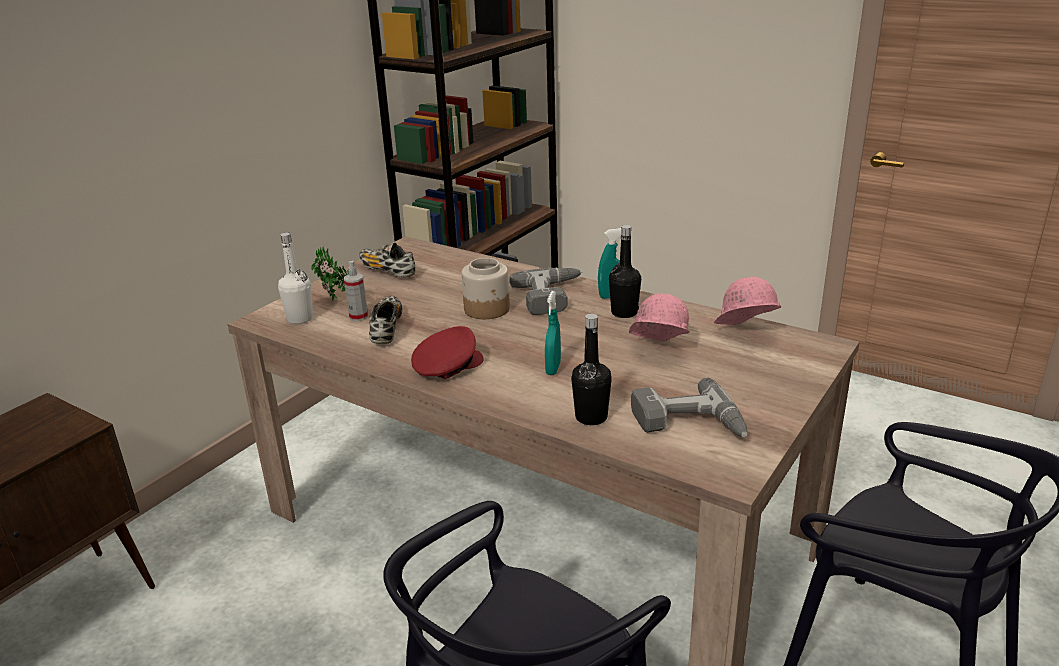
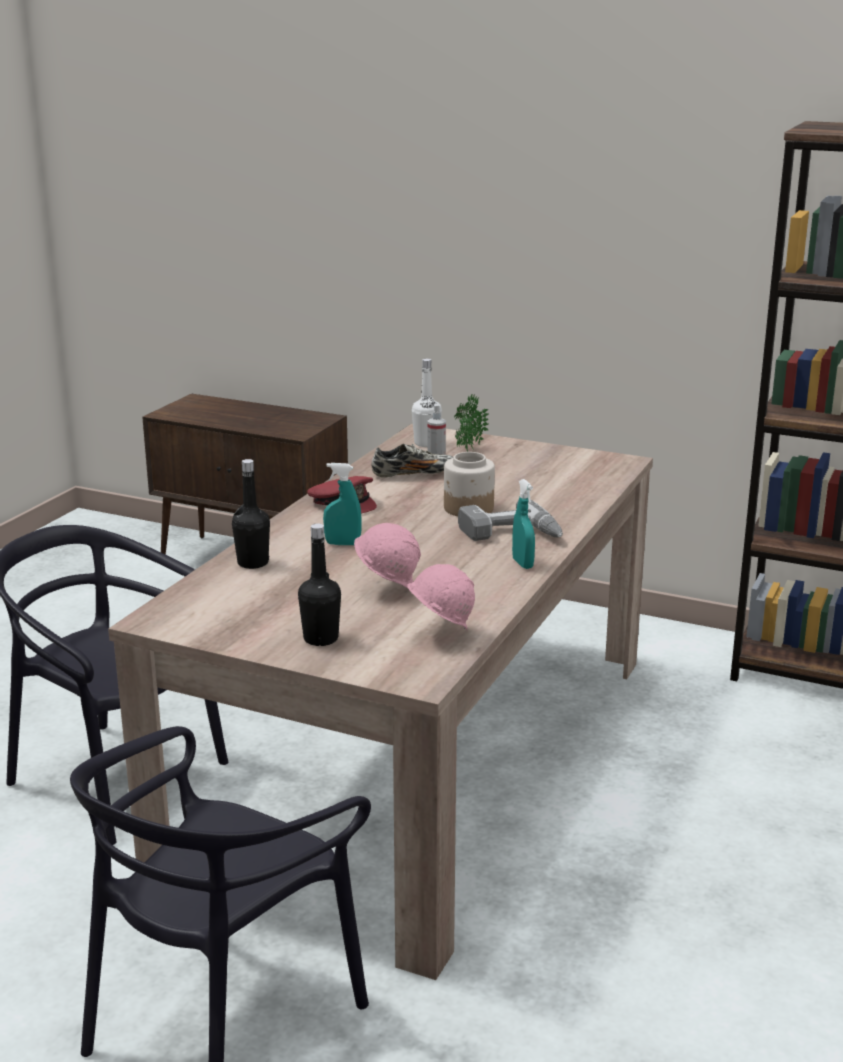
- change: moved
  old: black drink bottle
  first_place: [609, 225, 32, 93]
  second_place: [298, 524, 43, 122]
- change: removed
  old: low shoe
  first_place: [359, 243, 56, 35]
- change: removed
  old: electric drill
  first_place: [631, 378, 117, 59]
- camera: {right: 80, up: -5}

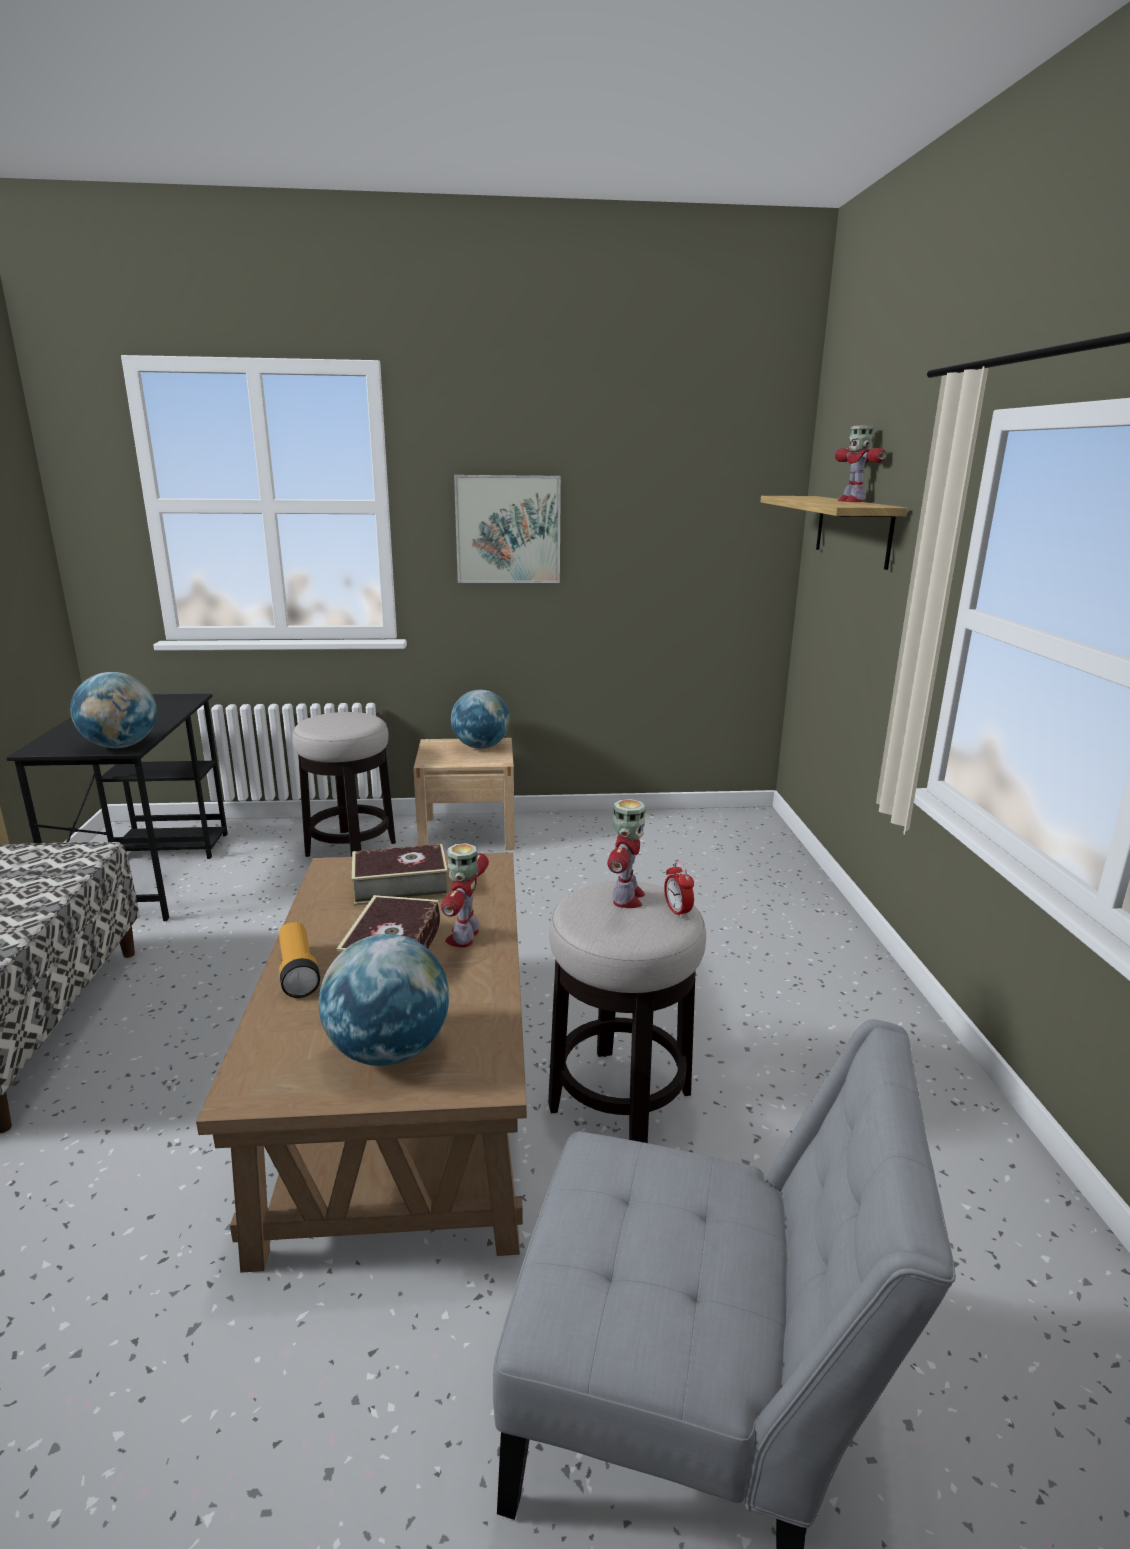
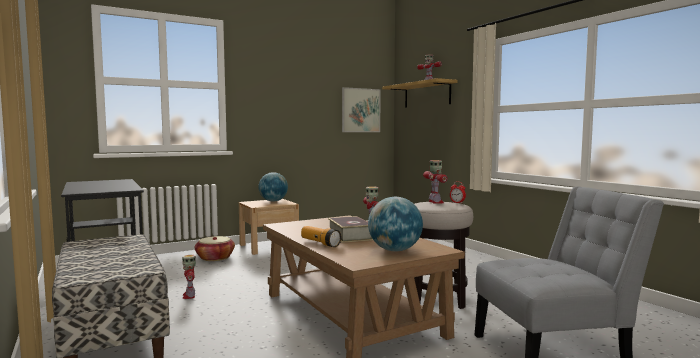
- change: added
  new: robot figure
  second_place: [182, 255, 14, 44]
- change: replaced
  old: sitting stool
  new: storage basket
  first_place: [292, 712, 104, 145]
  second_place: [195, 236, 40, 25]
- change: moved
  old: wall art
  first_place: [454, 475, 107, 108]
  second_place: [342, 87, 39, 45]
- change: removed
  old: desk globe
  first_place: [70, 672, 87, 76]
- change: removed
  old: bound book
  first_place: [352, 844, 96, 62]
- camera: {right: -25, up: -15}

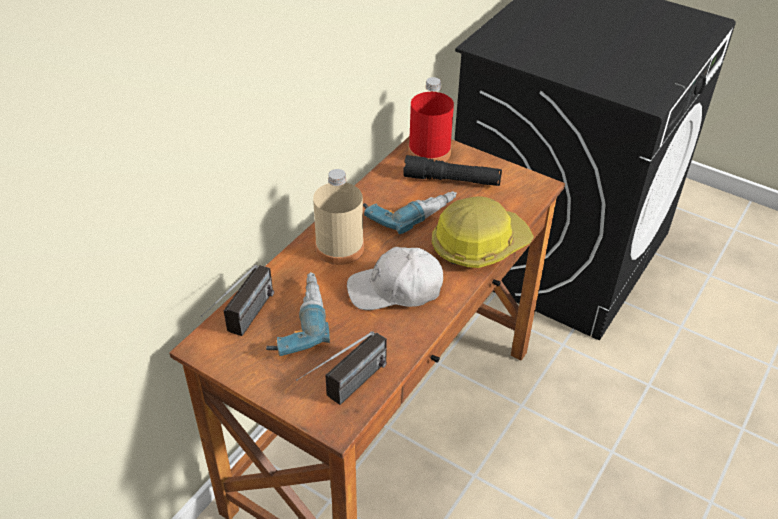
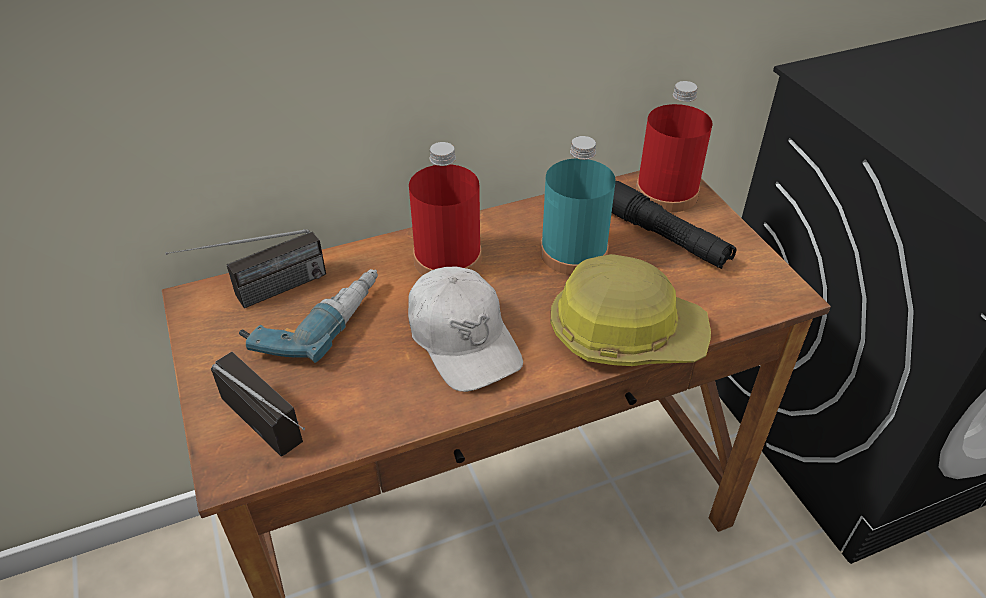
- change: turned
  old: radio receiver
  first_place: [296, 331, 91, 74]
  second_place: [211, 352, 94, 104]
  degrees: -120
- change: turned
  old: white cap
  first_place: [347, 247, 96, 63]
  second_place: [408, 267, 115, 125]
  degrees: -150
- change: recoloured
  old: sand-coloured drink bottle
  new: red-coloured drink bottle
  first_place: [313, 169, 51, 96]
  second_place: [409, 142, 73, 133]
- change: replaced
  old: electric drill
  new: turquoise drink bottle
  first_place: [363, 191, 94, 43]
  second_place: [540, 136, 76, 139]
- camera: {right: 35, up: 0}

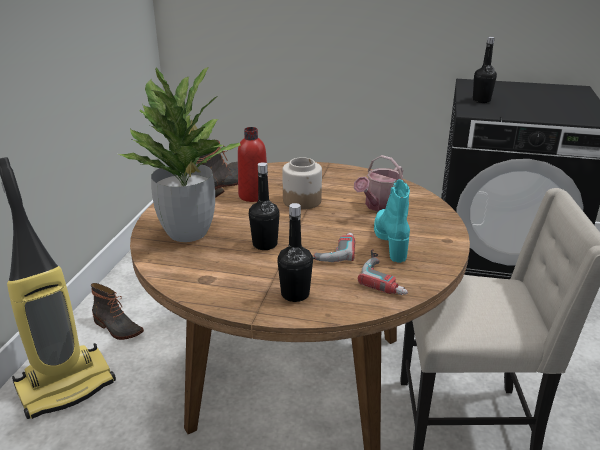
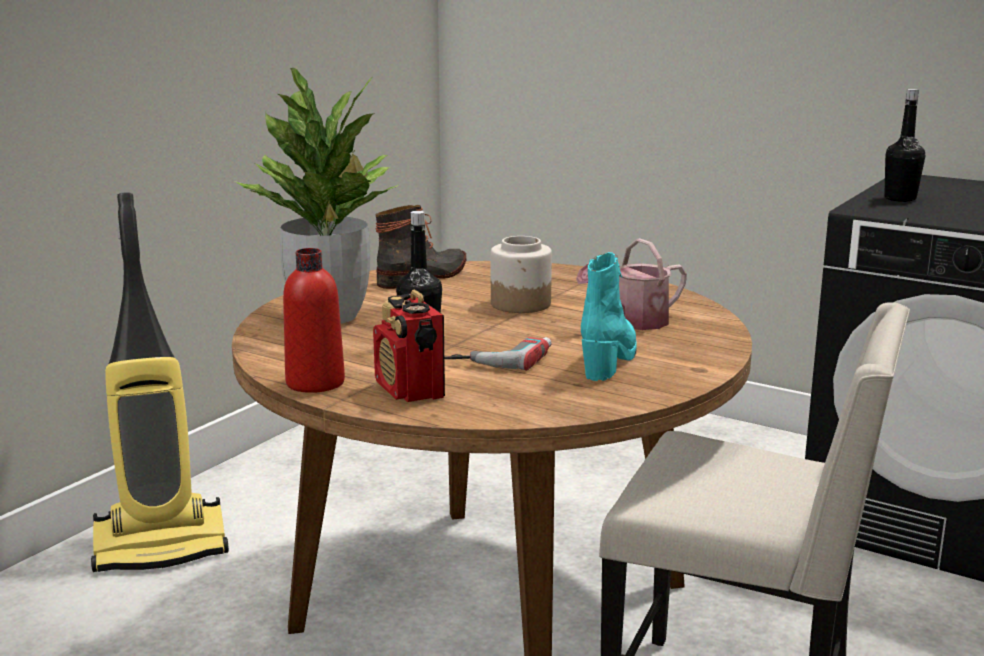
- change: moved
  old: red-coloured drink bottle
  first_place: [238, 127, 31, 75]
  second_place: [283, 248, 62, 145]
- change: replaced
  old: black drink bottle
  new: radio receiver
  first_place: [277, 203, 36, 99]
  second_place: [373, 289, 72, 113]
- change: removed
  old: boot
  first_place: [91, 283, 53, 57]
- change: removed
  old: electric drill
  first_place: [358, 249, 50, 46]
- camera: {right: 20, up: -10}

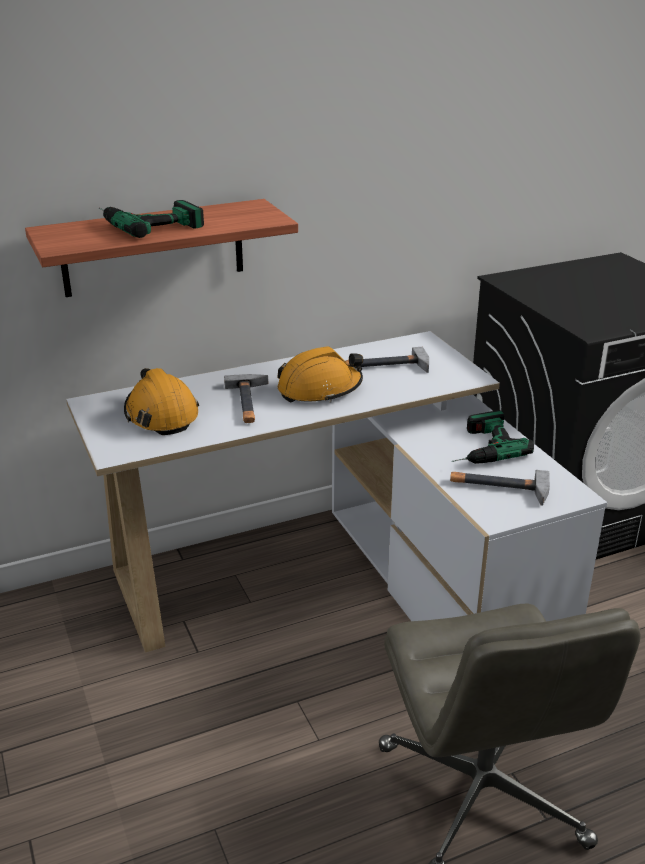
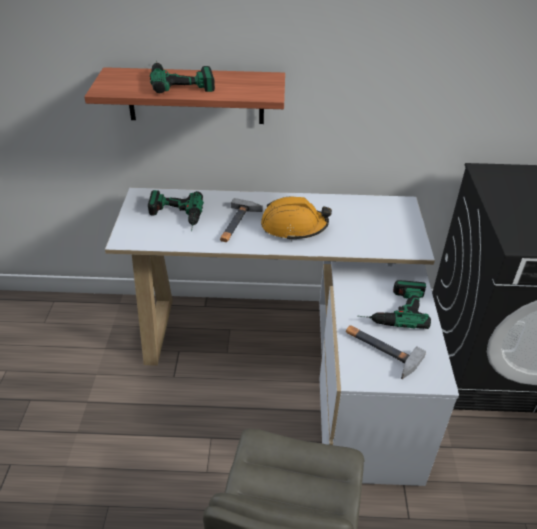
- change: replaced
  old: orange-coloured work helmet
  new: electric drill
  first_place: [124, 368, 75, 67]
  second_place: [148, 190, 56, 42]
- change: removed
  old: hand hammer
  first_place: [345, 347, 84, 26]
- camera: {right: 25, up: 10}

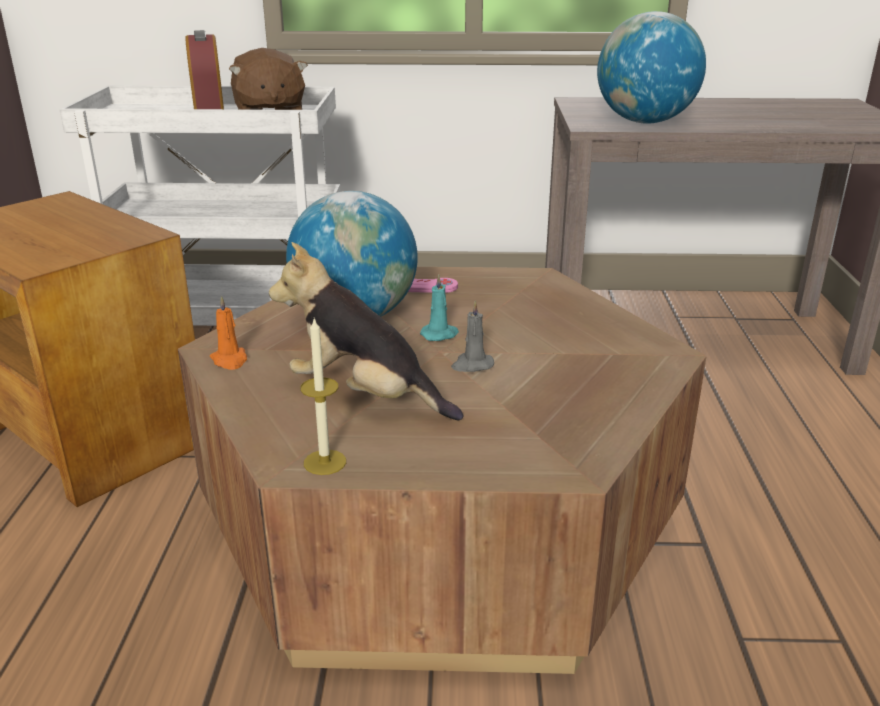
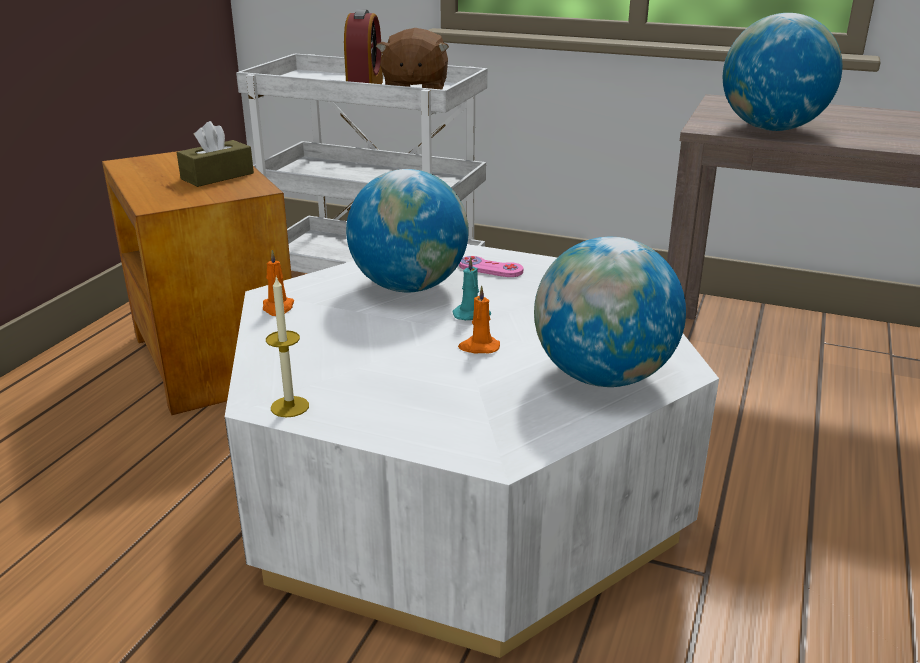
- change: added
  new: brown tissue box
  second_place: [177, 121, 77, 66]
- change: recoloured
  old: brown low table
  new: white low table
  first_place: [178, 267, 529, 407]
  second_place: [225, 244, 494, 414]
- change: recoloured
  old: grey wax candle
  new: orange-coloured wax candle
  first_place: [451, 301, 43, 71]
  second_place: [458, 285, 42, 68]
- change: added
  new: desk globe
  second_place: [534, 237, 152, 150]
- change: removed
  old: cuddly toy
  first_place: [269, 242, 195, 179]
- camera: {right: 20, up: 0}

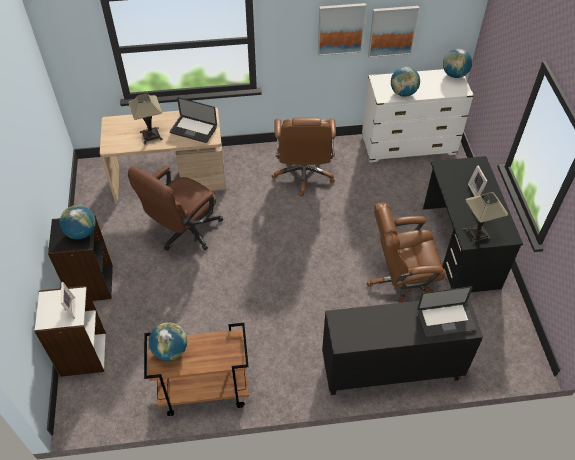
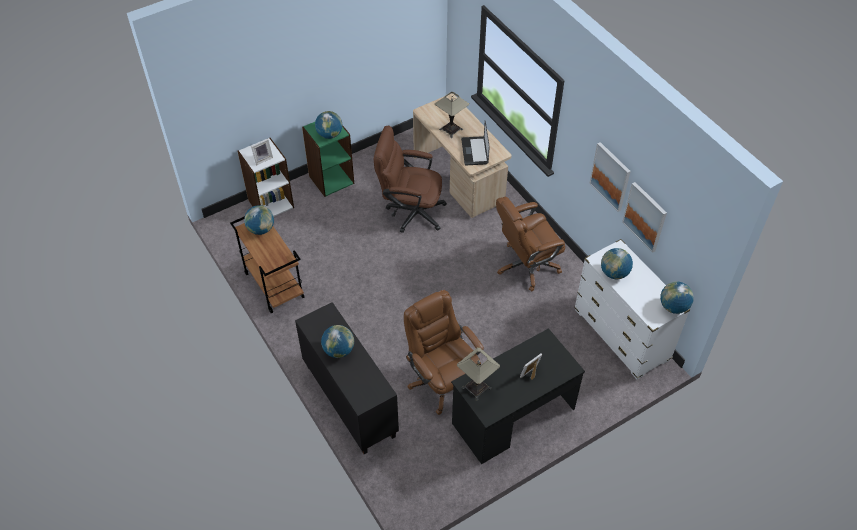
- change: recoloured
  old: black bookshelf
  new: greenish bookshelf
  first_place: [48, 215, 65, 86]
  second_place: [302, 122, 52, 75]
- change: added
  new: desk globe
  second_place: [321, 325, 33, 33]
- change: removed
  old: portable computer
  first_place: [417, 286, 59, 52]
- camera: {right: 65, up: 0}

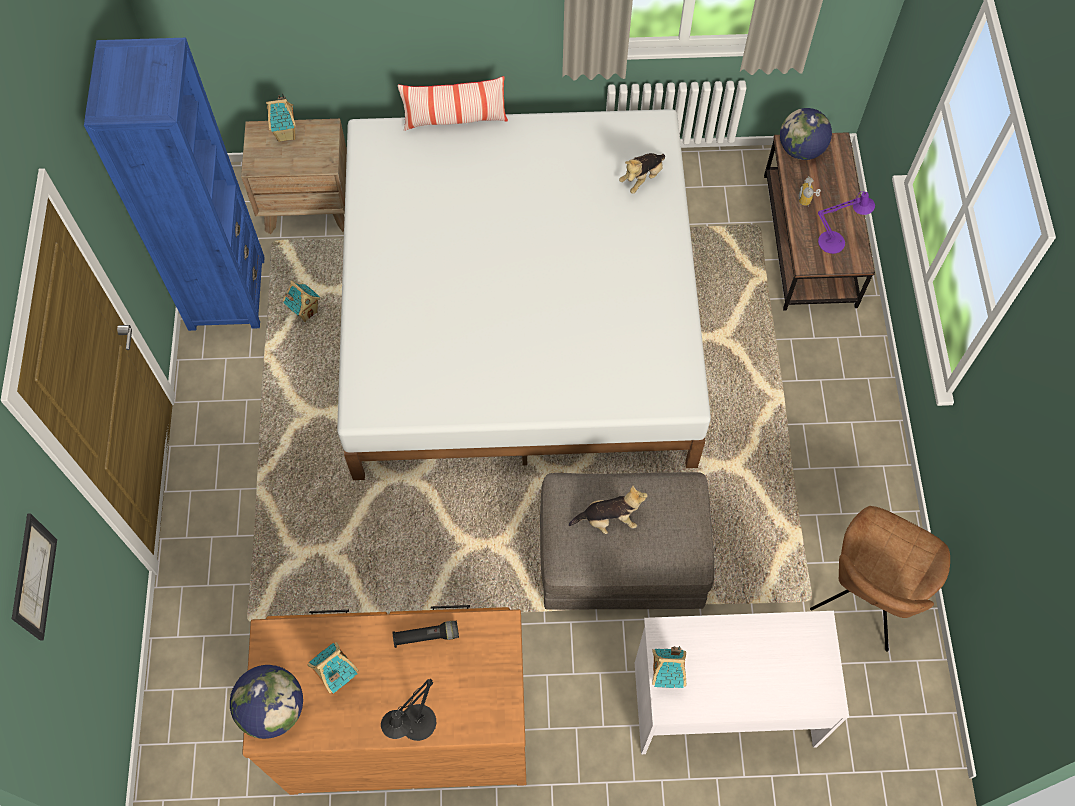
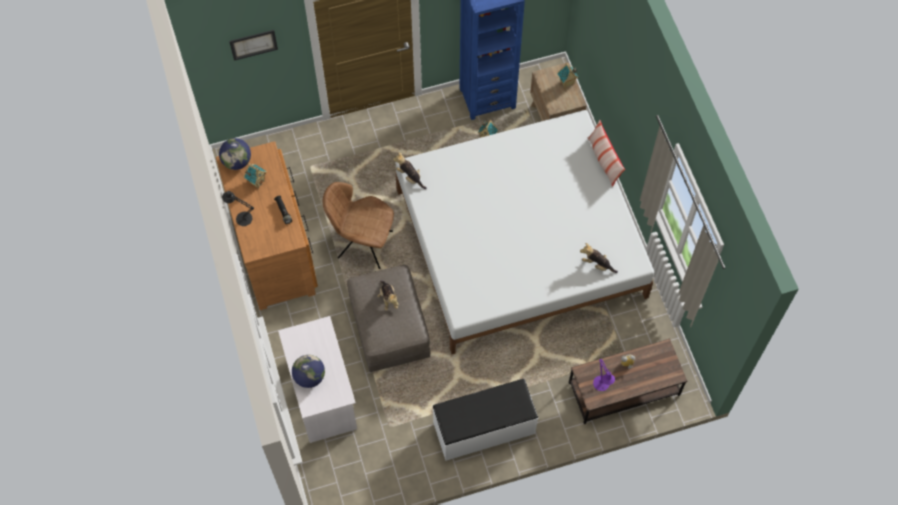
- change: moved
  old: desk globe
  first_place: [780, 108, 52, 52]
  second_place: [292, 355, 33, 33]
- change: moved
  old: brown upright chair
  first_place: [810, 506, 140, 146]
  second_place: [323, 182, 71, 87]
- change: added
  new: cuddly toy
  second_place: [393, 152, 34, 37]
- change: added
  new: white long seat
  second_place: [433, 379, 105, 82]
- change: removed
  old: toy house
  first_place: [652, 646, 34, 42]
- camera: {right: 75, up: 0}

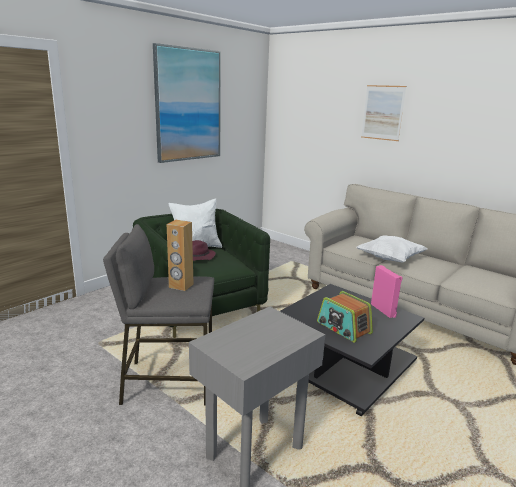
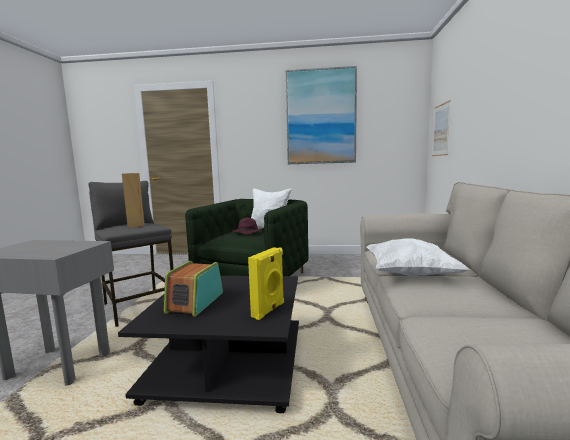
- change: recoloured
  old: pink-coloured speaker
  new: yellow speaker
  first_place: [371, 265, 32, 53]
  second_place: [248, 247, 36, 73]
- change: moved
  old: wall art
  first_place: [361, 85, 45, 56]
  second_place: [432, 100, 19, 56]
- camera: {right: 55, up: -10}

